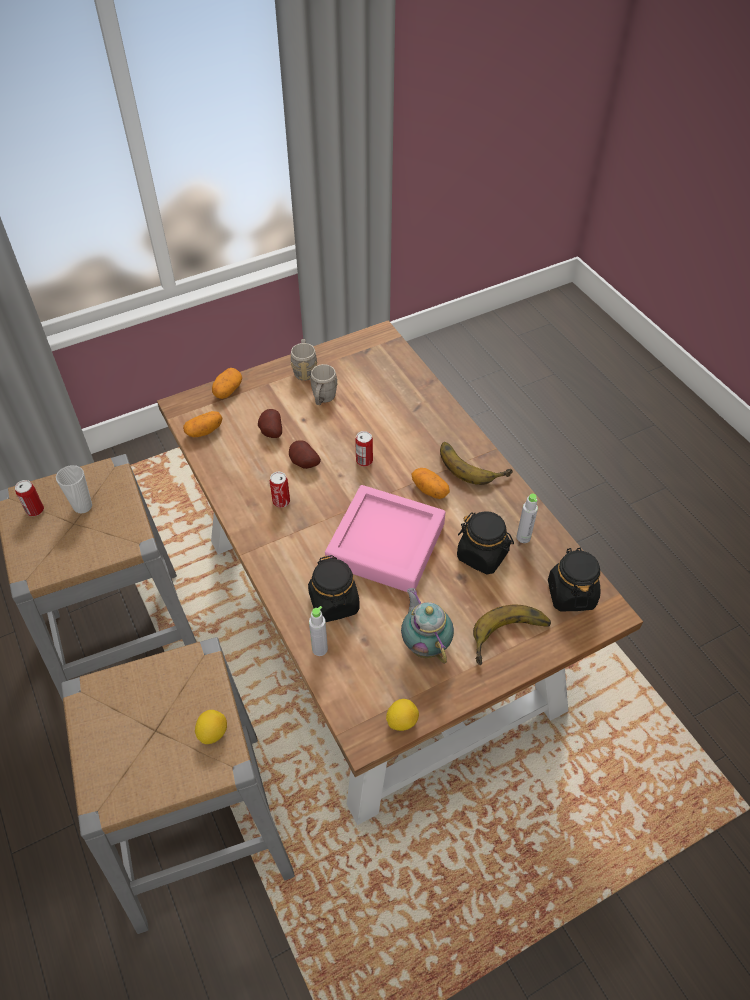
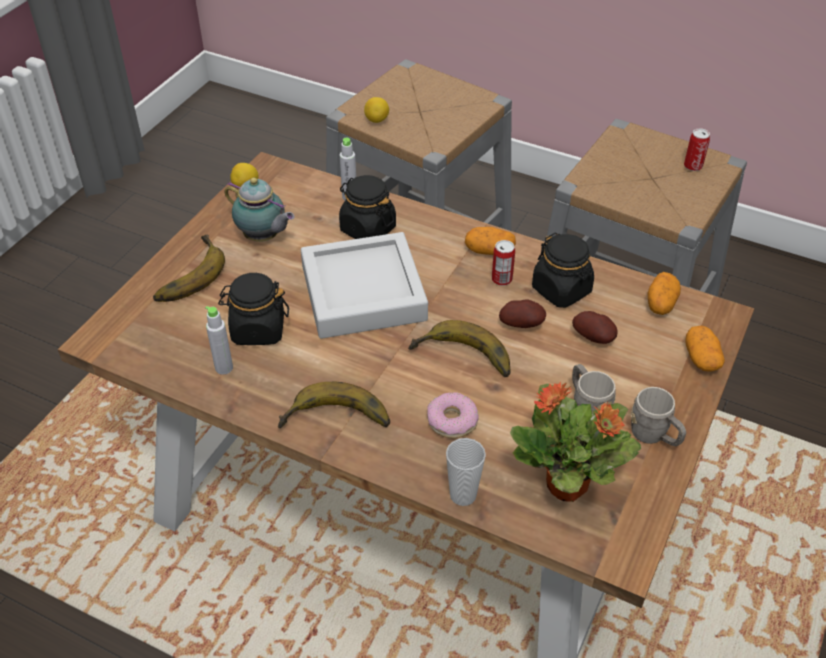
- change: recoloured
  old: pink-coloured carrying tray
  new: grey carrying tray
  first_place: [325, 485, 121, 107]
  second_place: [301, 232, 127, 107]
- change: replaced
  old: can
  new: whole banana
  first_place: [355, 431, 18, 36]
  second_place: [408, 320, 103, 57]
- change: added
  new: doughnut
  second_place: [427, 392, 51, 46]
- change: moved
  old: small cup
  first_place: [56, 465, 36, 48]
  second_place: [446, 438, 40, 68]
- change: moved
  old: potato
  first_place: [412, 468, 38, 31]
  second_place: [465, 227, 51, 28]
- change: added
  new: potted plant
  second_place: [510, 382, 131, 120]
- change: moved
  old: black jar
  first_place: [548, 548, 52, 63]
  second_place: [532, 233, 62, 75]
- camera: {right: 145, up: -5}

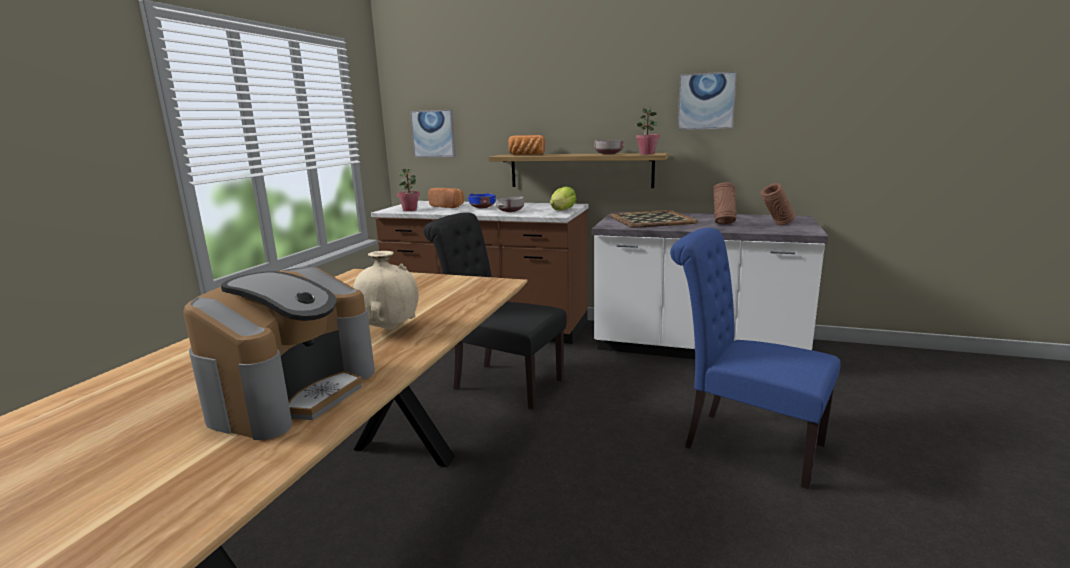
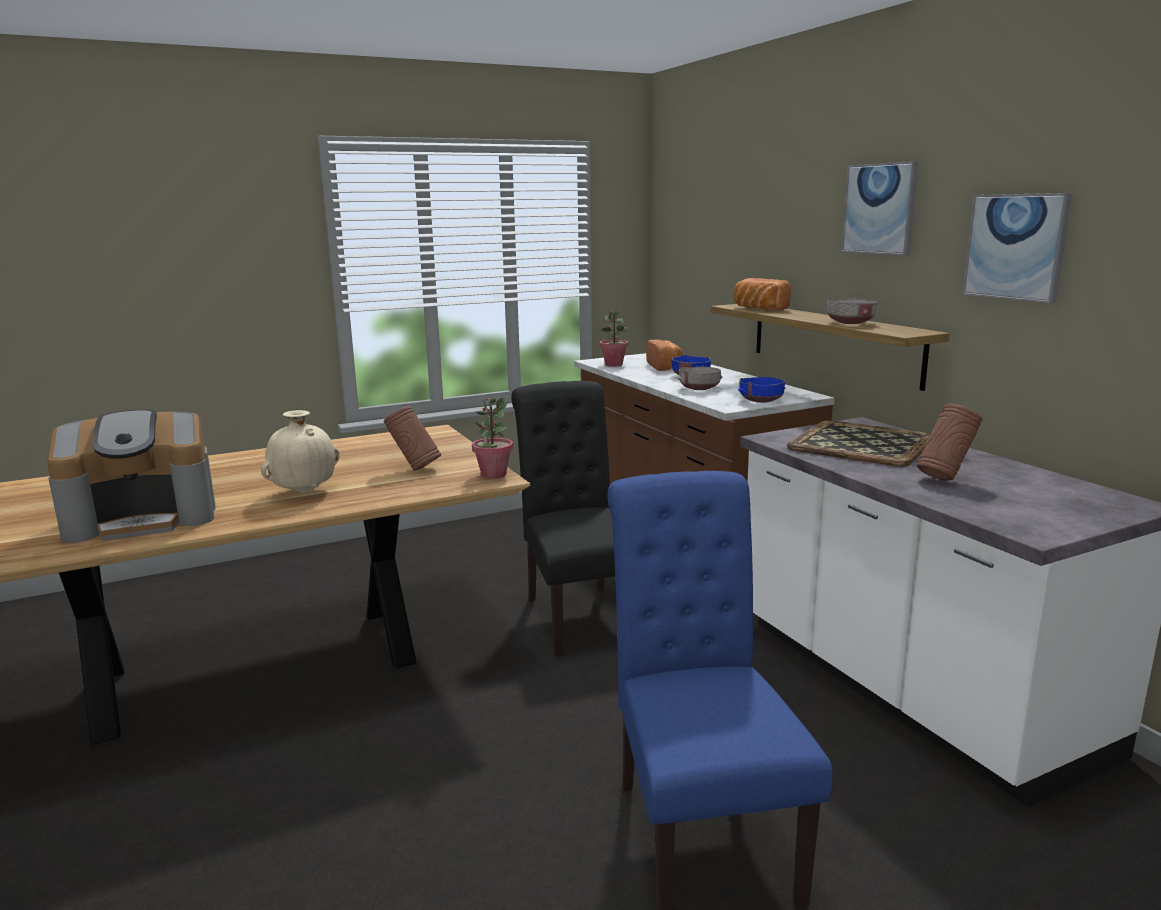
- change: moved
  old: brown flower vase
  first_place: [760, 183, 35, 42]
  second_place: [384, 406, 57, 65]
- change: moved
  old: potted plant
  first_place: [636, 108, 24, 47]
  second_place: [472, 398, 41, 81]
- change: replaced
  old: lettuce head
  new: blue bowl
  first_place: [550, 186, 26, 24]
  second_place: [738, 377, 47, 26]
- change: moved
  old: wall art
  first_place: [410, 110, 46, 47]
  second_place: [842, 161, 77, 95]
- camera: {right: 45, up: 0}

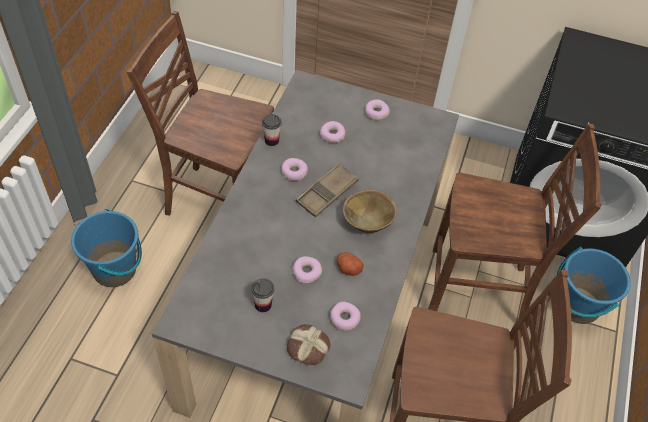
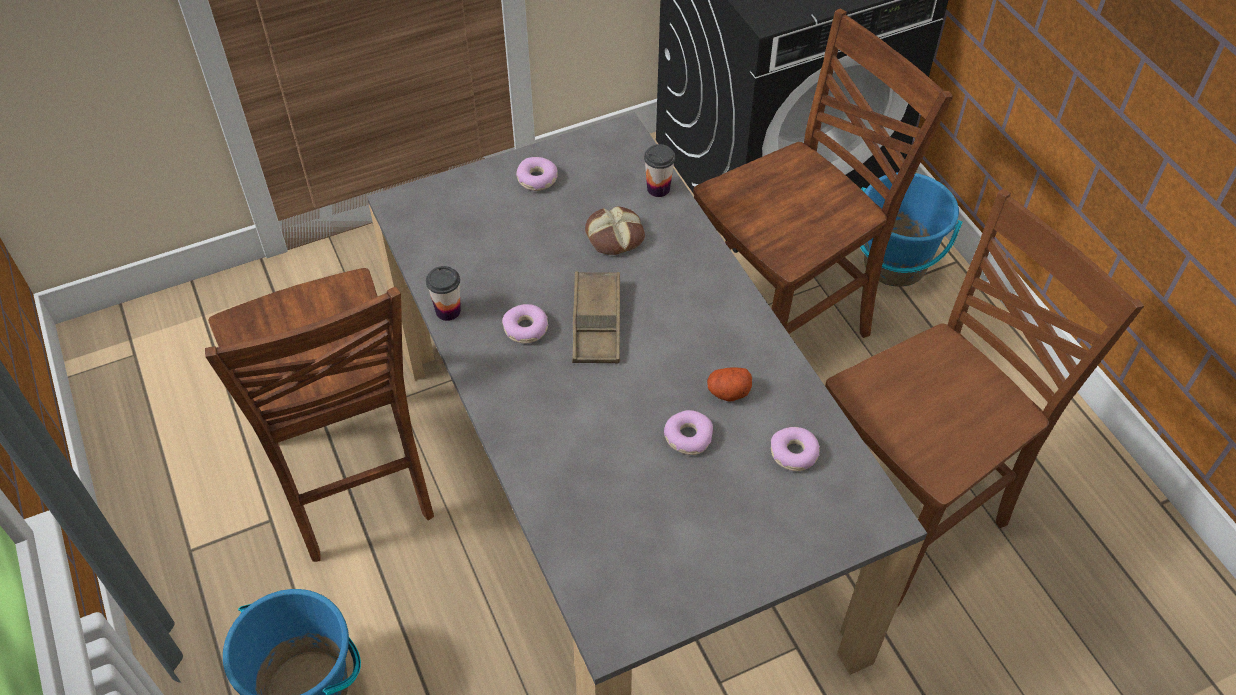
- change: turned
  old: brown upright chair
  first_place: [127, 11, 147, 204]
  second_place: [205, 268, 229, 294]
  degrees: -90
- change: moved
  old: bakery bread
  first_place: [287, 324, 44, 41]
  second_place: [585, 206, 60, 49]
- change: moved
  old: small cup
  first_place: [251, 278, 23, 34]
  second_place: [644, 144, 31, 53]
- change: removed
  old: doughnut
  first_place: [320, 121, 25, 22]
- change: removed
  old: brown bowl
  first_place: [343, 190, 54, 43]
- camera: {right: -40, up: 0}

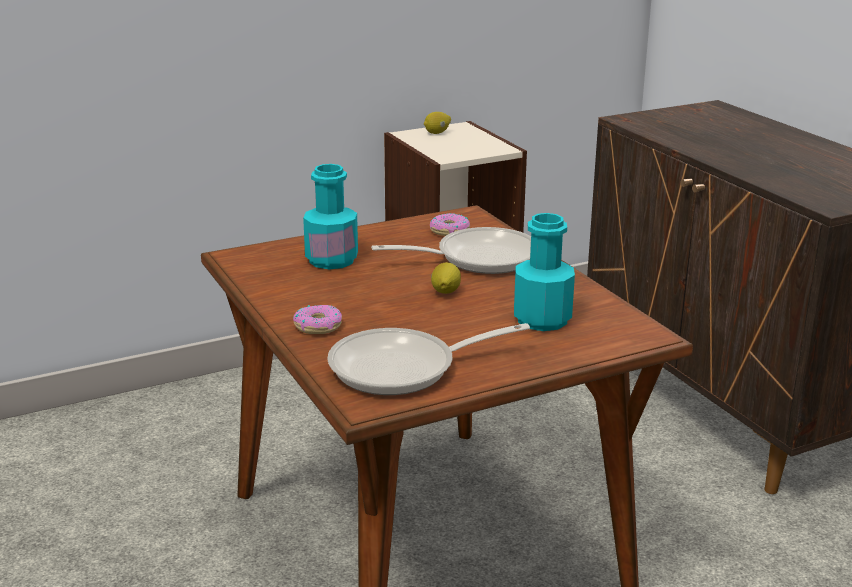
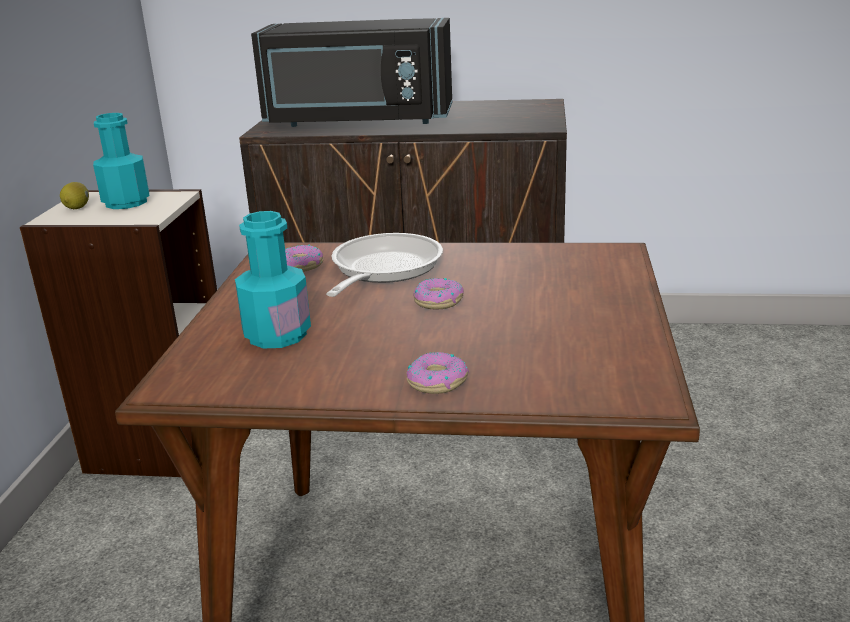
- change: moved
  old: turquoise drink bottle
  first_place: [514, 213, 61, 118]
  second_place: [93, 113, 56, 96]
- change: added
  new: black microwave
  second_place: [251, 18, 201, 109]
- change: replaced
  old: lemon
  new: doughnut
  first_place: [431, 262, 30, 32]
  second_place: [413, 278, 51, 32]
- change: removed
  old: frying pan
  first_place: [327, 323, 203, 72]
- camera: {right: -55, up: 0}

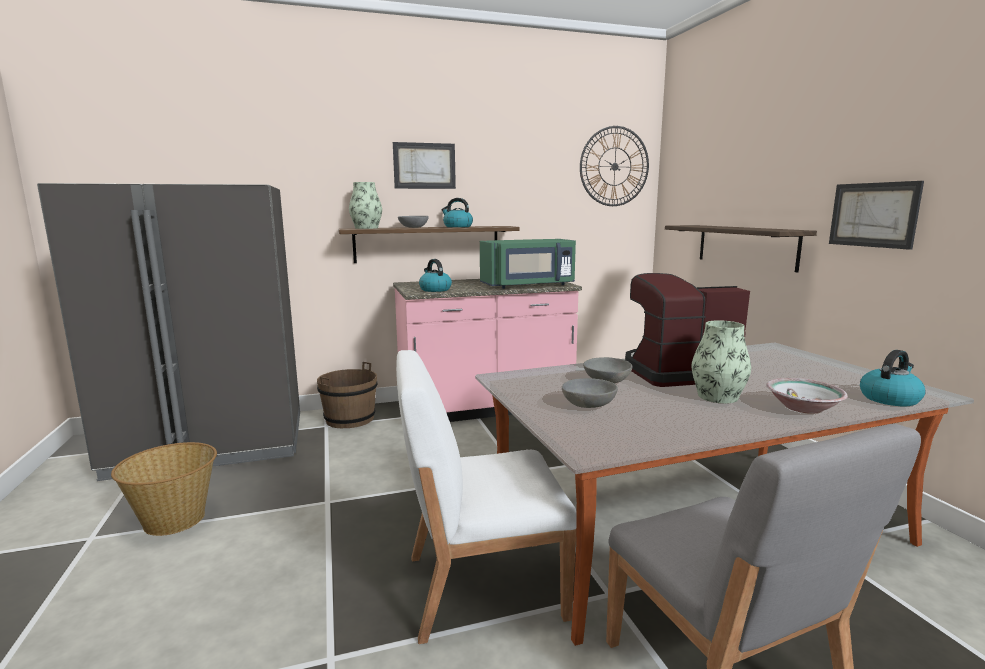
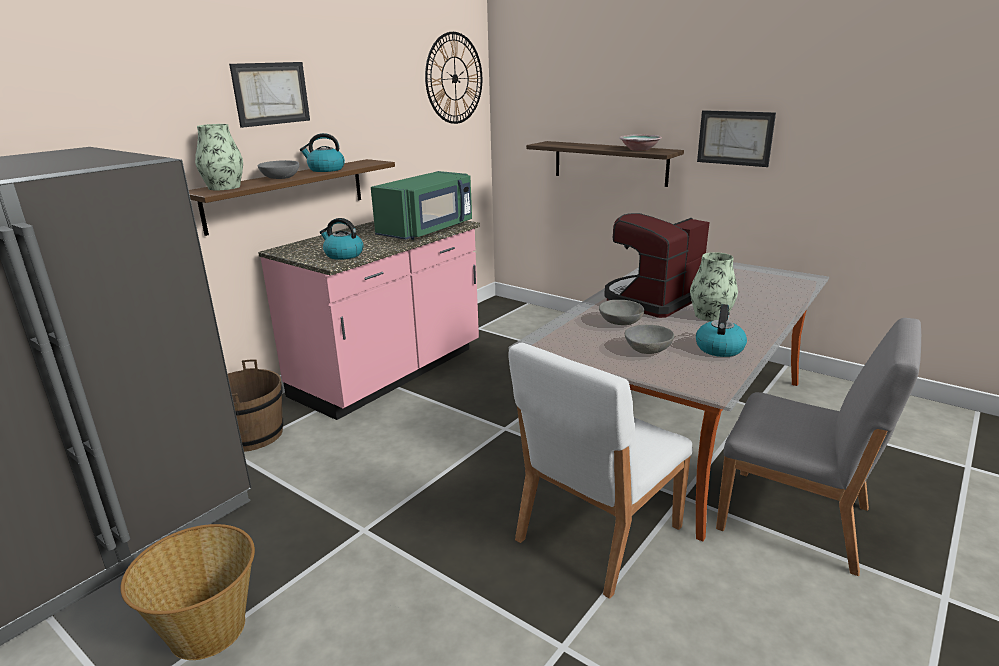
- change: moved
  old: bowl
  first_place: [766, 378, 82, 36]
  second_place: [619, 135, 43, 16]
- change: moved
  old: kettle
  first_place: [860, 350, 66, 56]
  second_place: [696, 304, 51, 53]
- camera: {right: -35, up: 10}

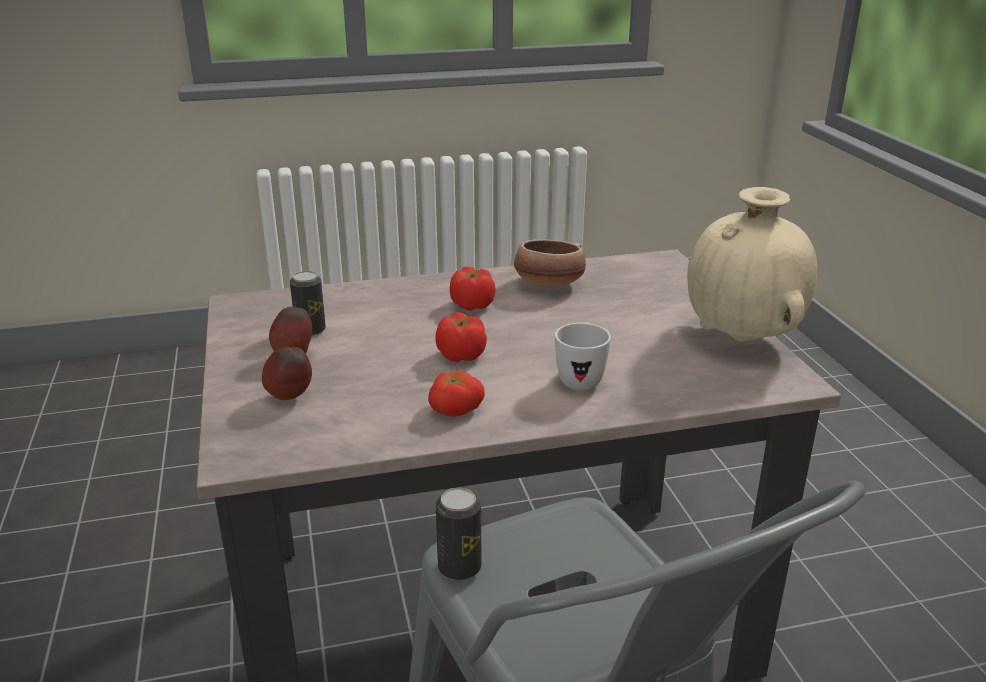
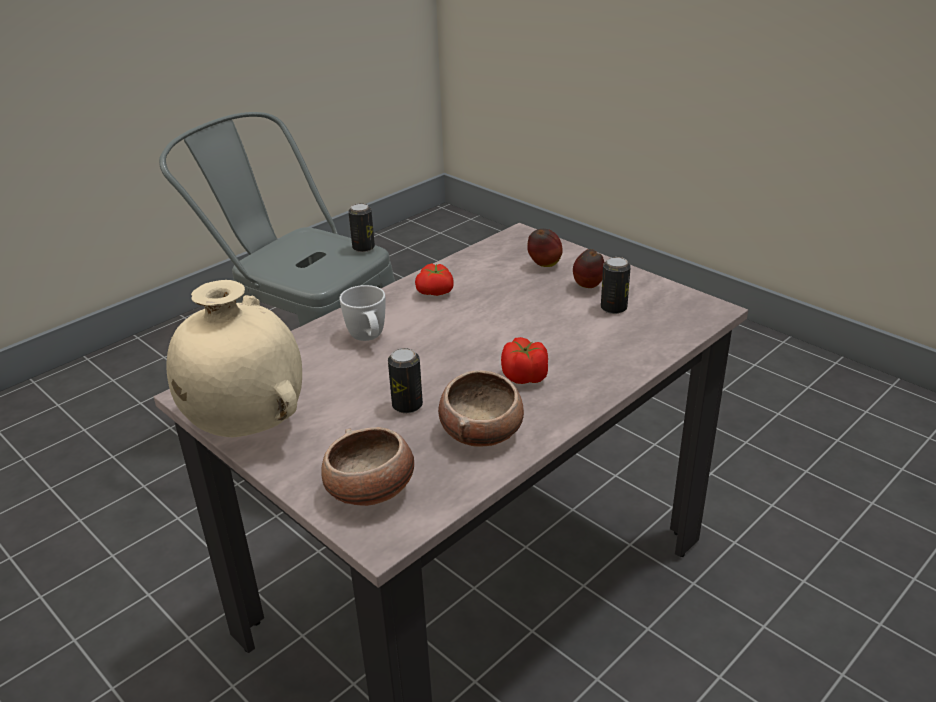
- change: added
  new: bowl
  second_place: [321, 427, 93, 79]
- change: added
  new: can
  second_place: [388, 348, 35, 65]
- change: removed
  old: whole tomato
  first_place: [435, 312, 52, 50]
- camera: {right: 150, up: 5}

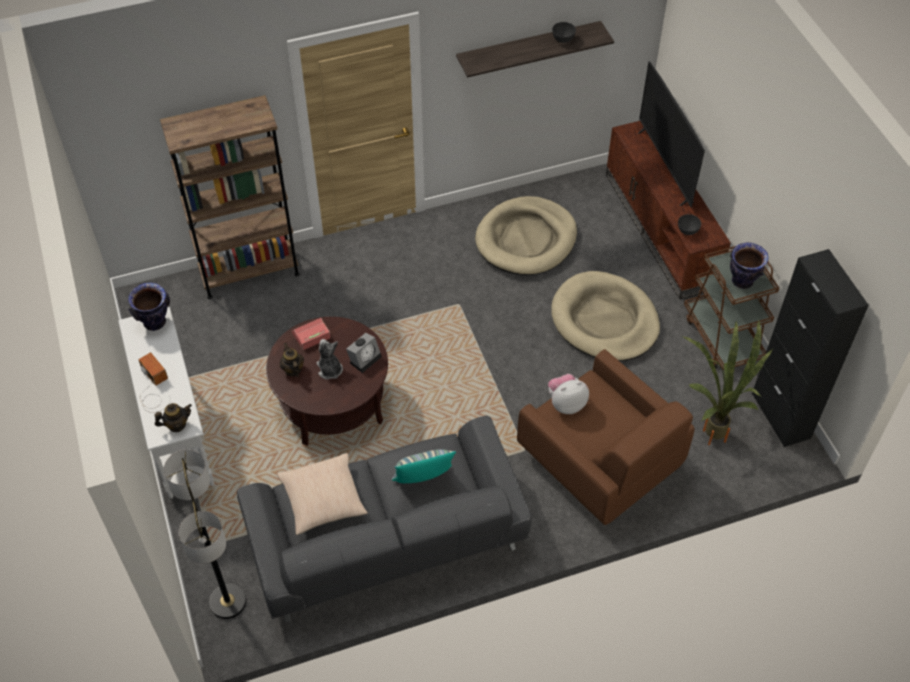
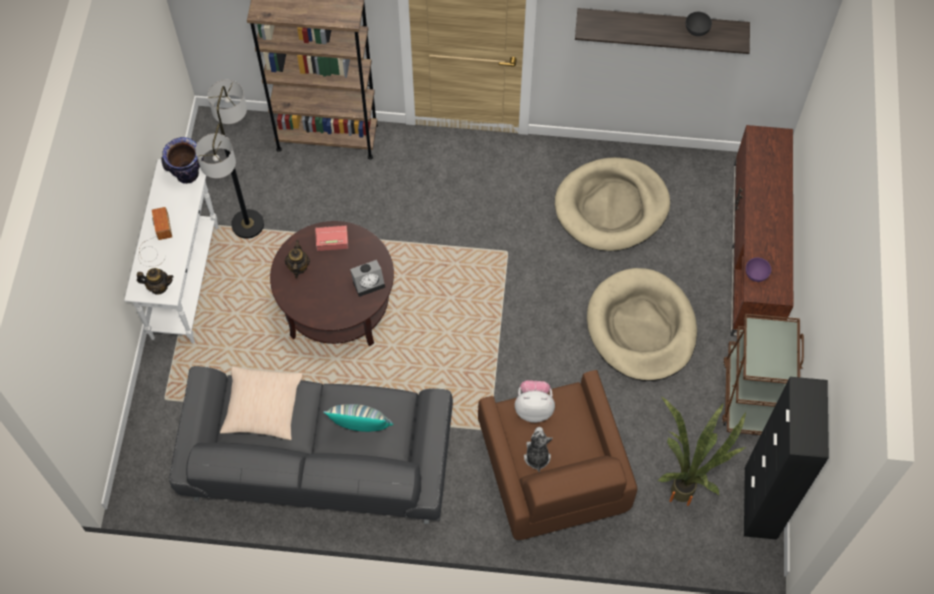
- change: moved
  old: floor lamp
  first_place: [164, 449, 82, 170]
  second_place: [195, 80, 69, 159]
- change: moved
  old: cuddly toy
  first_place: [316, 339, 27, 40]
  second_place: [524, 427, 29, 45]
- change: recoloured
  old: grey bowl
  new: purplish bowl
  first_place: [678, 214, 23, 21]
  second_place: [746, 258, 25, 24]
- change: removed
  old: TV set
  first_place: [638, 61, 67, 146]
- change: removed
  old: flower vase
  first_place: [730, 243, 39, 46]
- camera: {right: 25, up: 10}

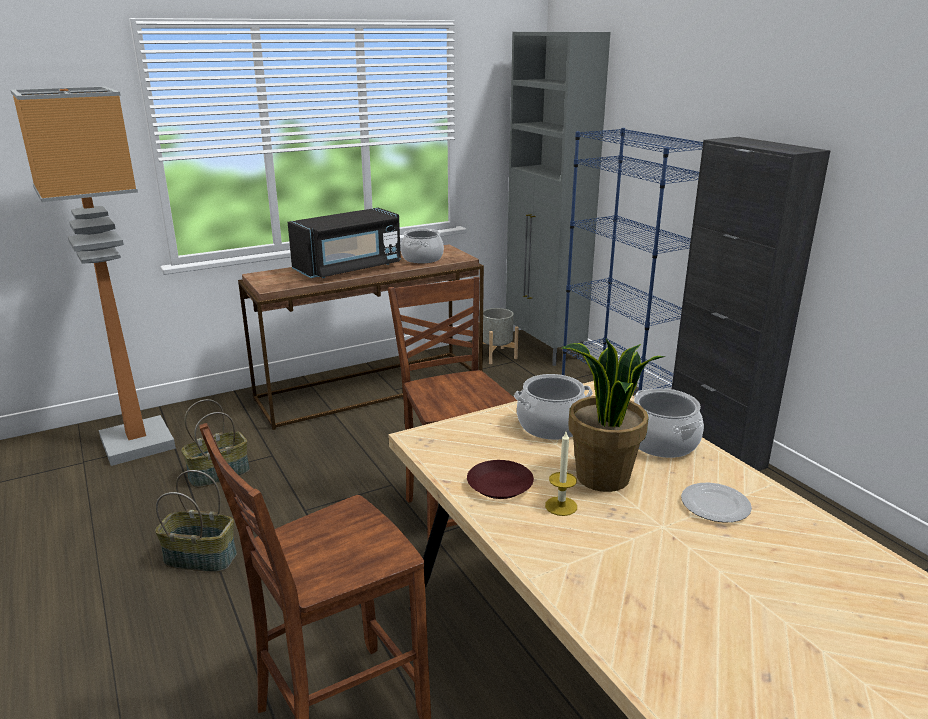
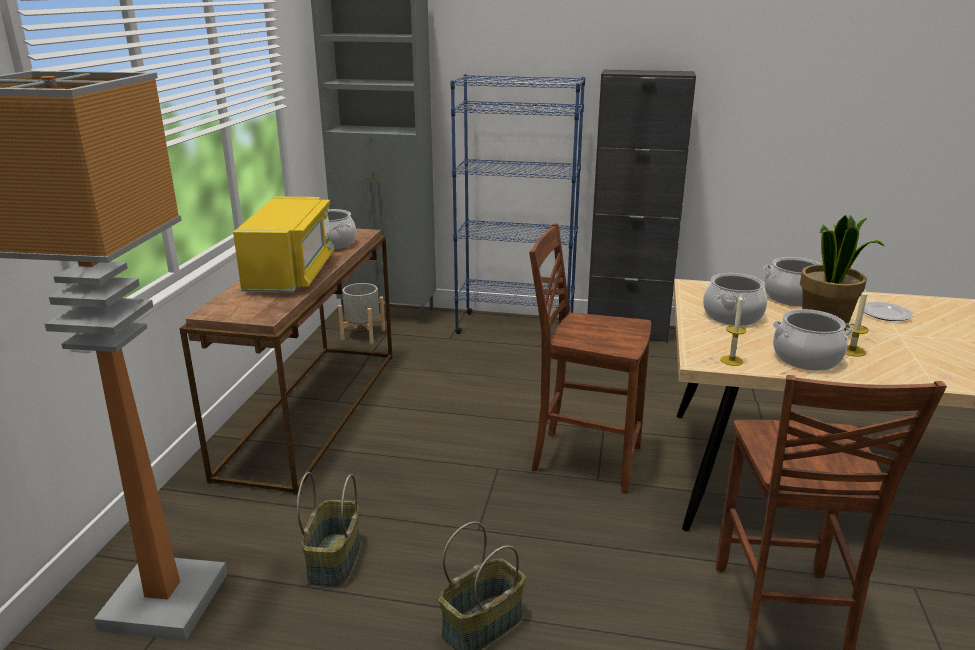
- change: recoloured
  old: black microwave
  new: yellow microwave
  first_place: [288, 208, 113, 70]
  second_place: [233, 196, 101, 96]
- change: added
  new: wax candle
  second_place: [720, 293, 26, 73]
- change: replaced
  old: brown plate
  new: stockpot
  first_place: [467, 460, 67, 39]
  second_place: [772, 309, 81, 62]
- camera: {right: -50, up: 0}

